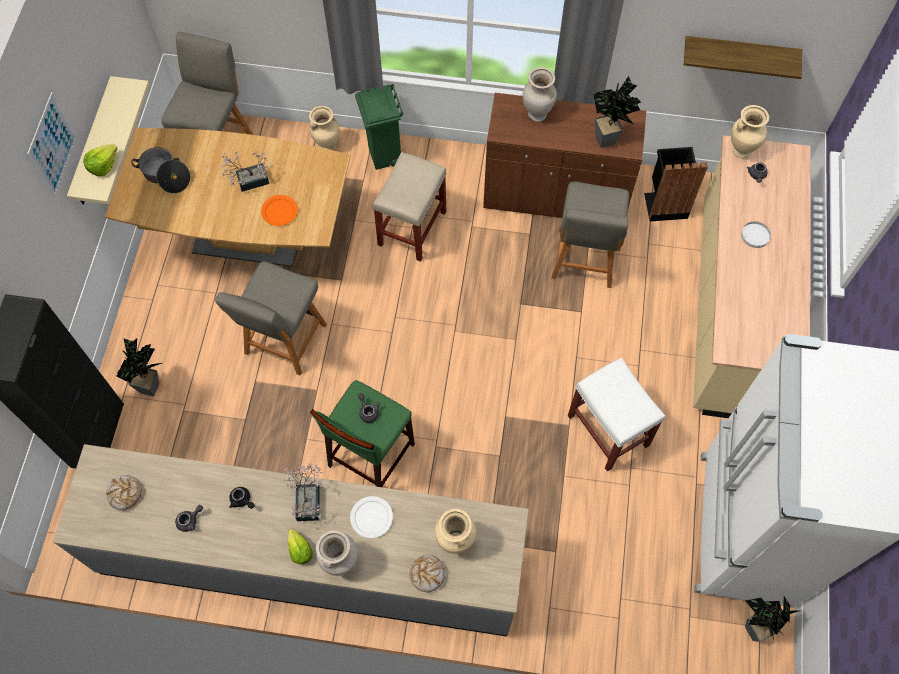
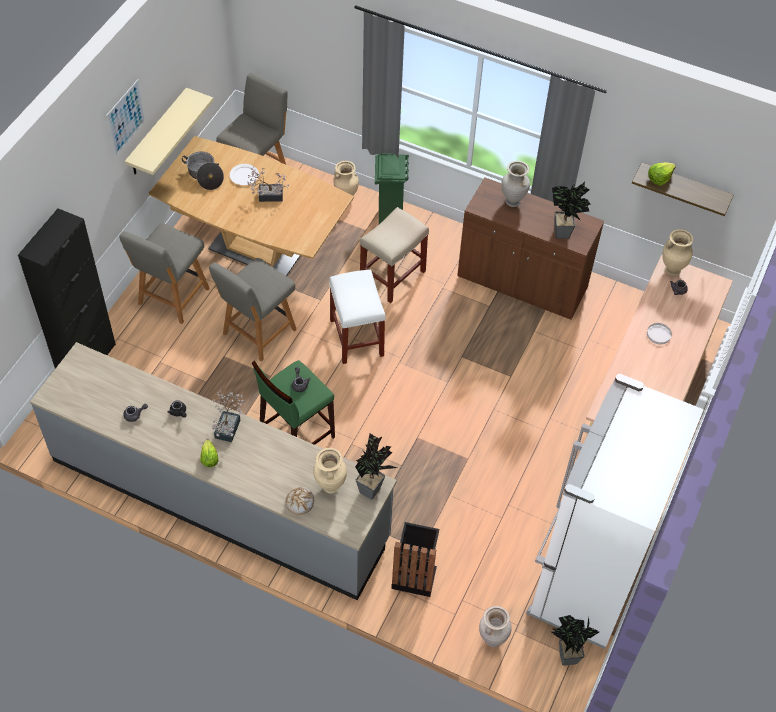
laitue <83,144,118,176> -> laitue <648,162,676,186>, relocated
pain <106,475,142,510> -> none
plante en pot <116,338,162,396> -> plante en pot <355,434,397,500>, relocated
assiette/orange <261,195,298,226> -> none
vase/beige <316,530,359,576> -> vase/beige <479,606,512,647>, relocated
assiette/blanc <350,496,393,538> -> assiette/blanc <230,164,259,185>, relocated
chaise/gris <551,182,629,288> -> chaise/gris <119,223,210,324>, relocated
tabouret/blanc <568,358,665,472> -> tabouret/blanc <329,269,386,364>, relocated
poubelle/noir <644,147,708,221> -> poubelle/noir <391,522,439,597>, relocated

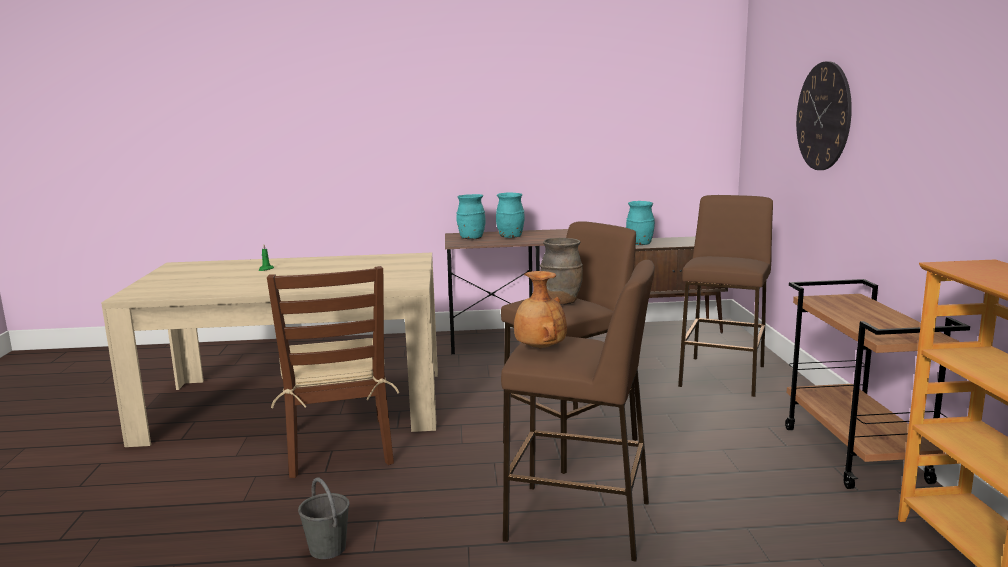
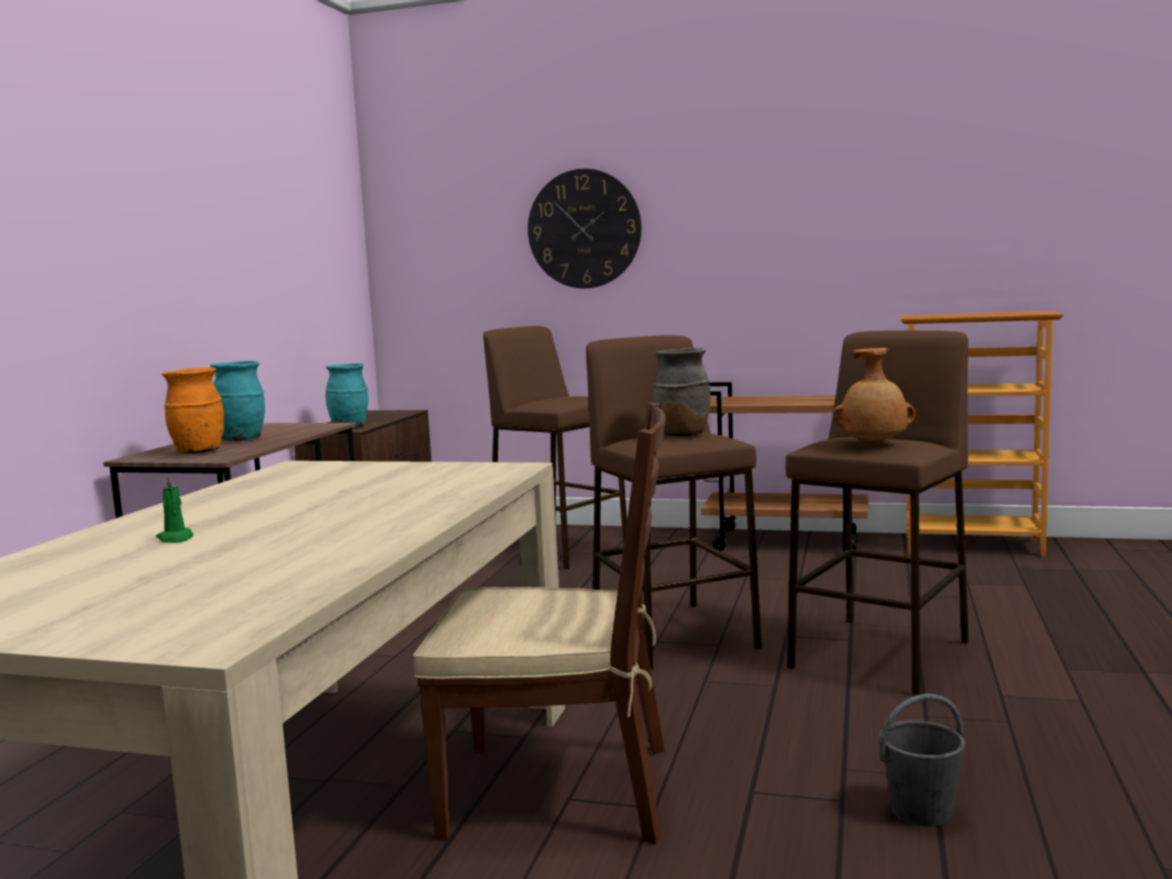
vase/turquoise <456,194,486,239> -> vase/orange <162,367,224,454>

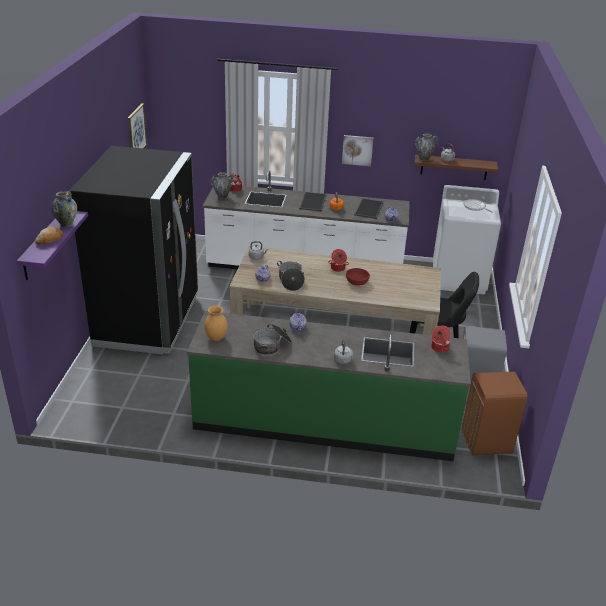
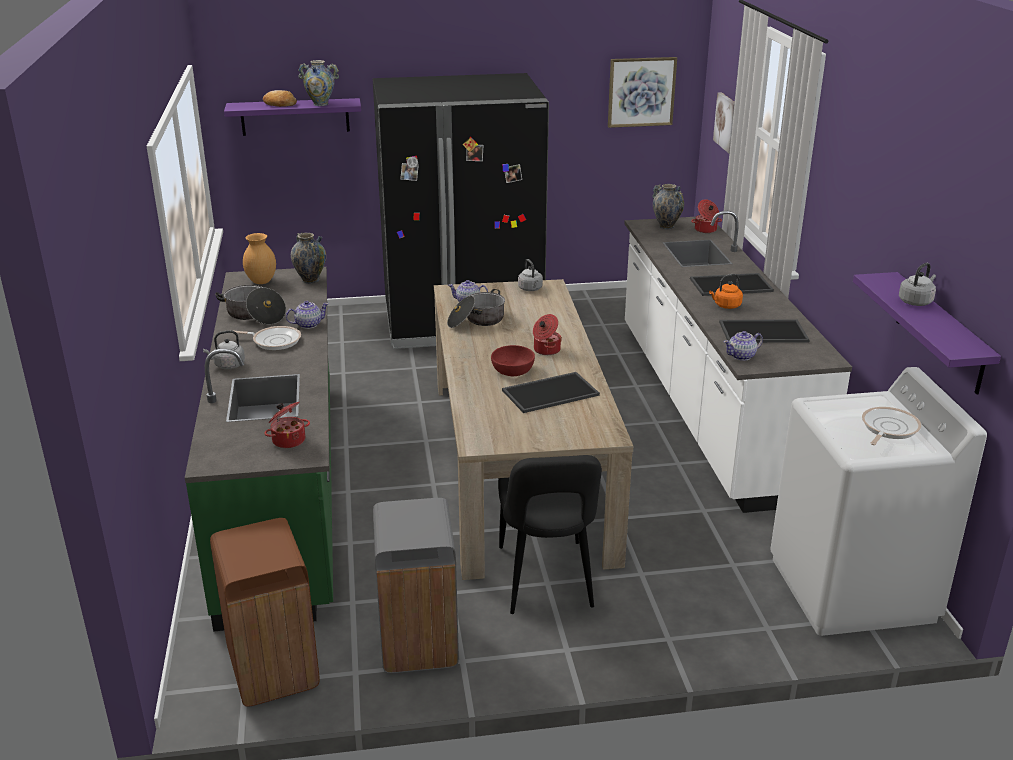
tableau <342,135,374,166> -> tableau <713,92,735,153>, relocated
vase <415,133,438,161> -> vase <291,232,326,284>, relocated
étagère/marron <415,155,498,180> -> étagère/violet <853,272,1001,394>
none -> poêle <232,326,301,350>
none -> plateau <502,372,600,413>

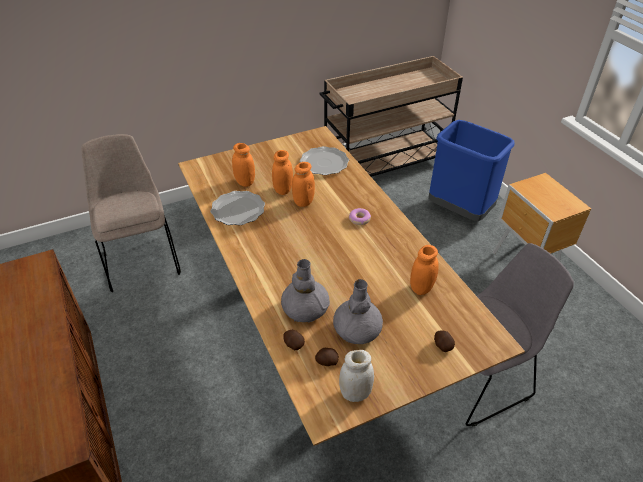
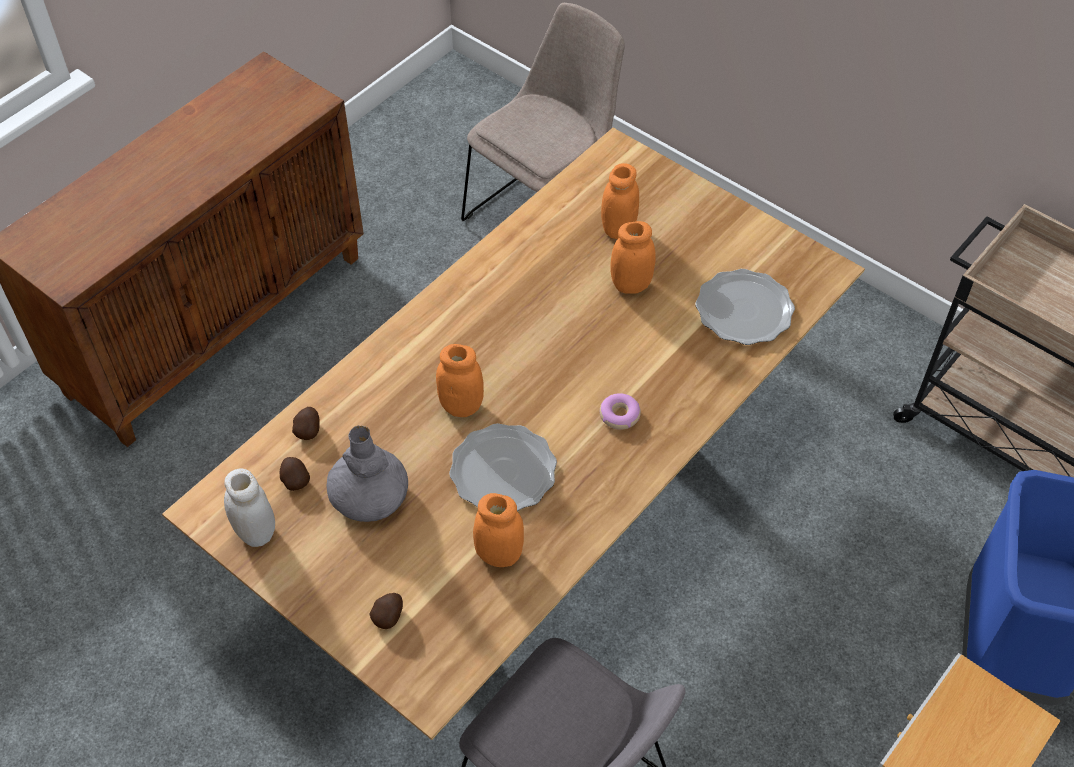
assiette <210,191,265,225> -> assiette <449,423,557,511>, relocated
vase/gris <281,259,330,323> -> none
bocal/orange <292,162,315,207> -> bocal/orange <436,344,484,417>, relocated

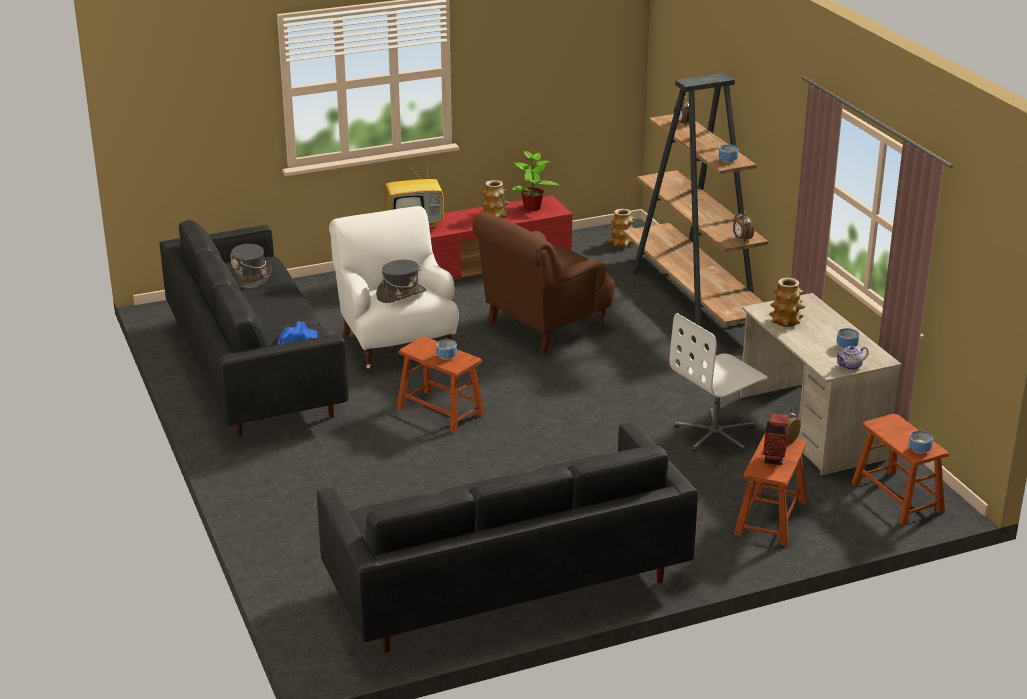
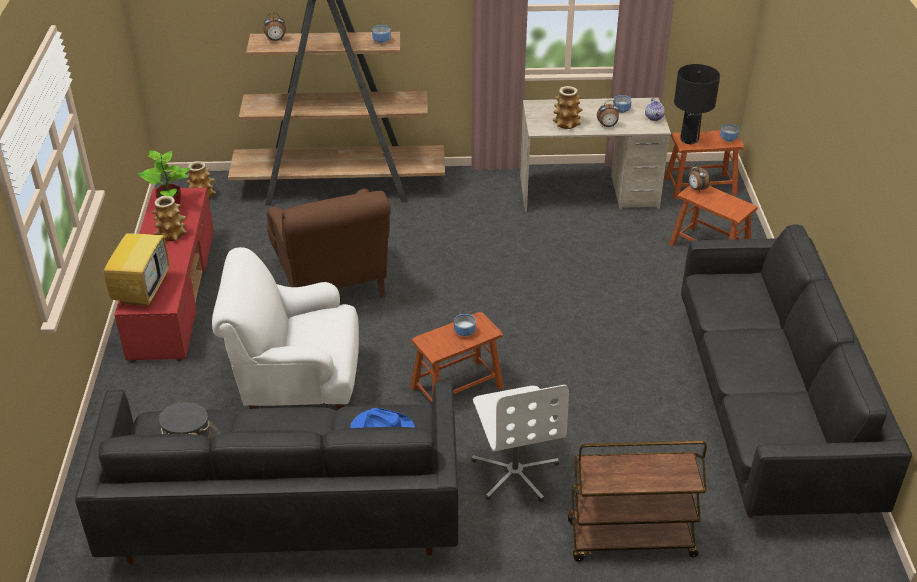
chapeau/gris <376,260,426,303> -> none
chaise de bureau/blanc <669,313,767,452> -> chaise de bureau/blanc <471,385,569,502>, relocated
réveil <733,210,754,242> -> réveil <597,100,620,127>, relocated
vase <763,413,789,465> -> none
none -> chariot/marron <568,441,707,561>
none -> lampe de table/noir <674,64,720,144>

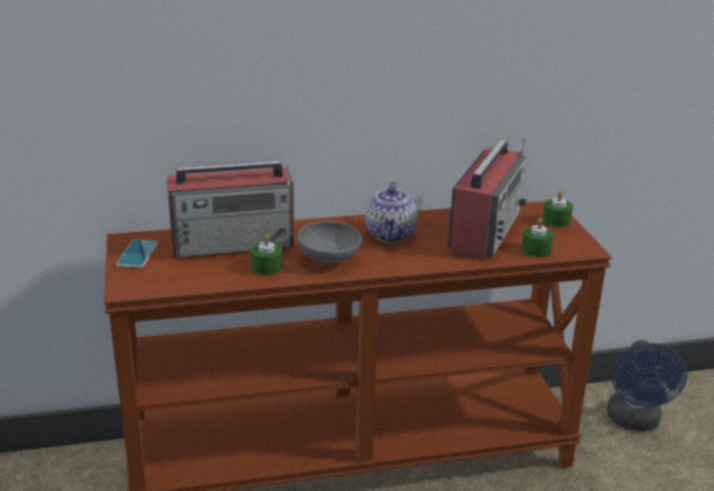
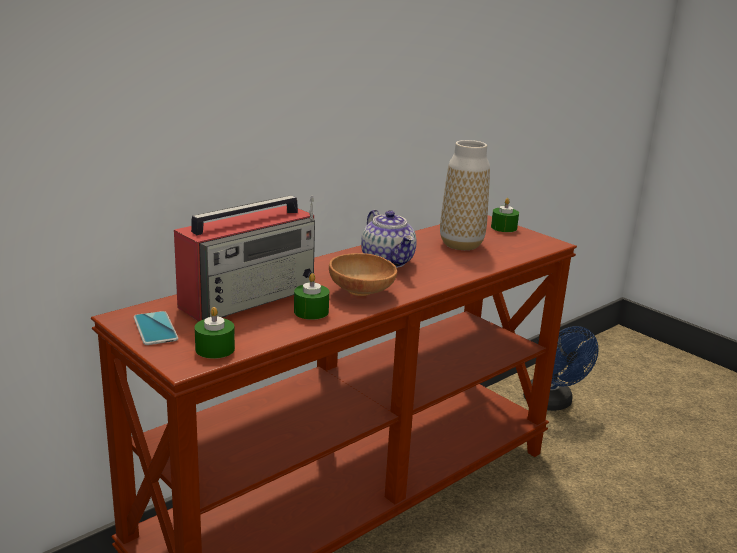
bol/gris <298,221,362,263> -> bol/marron <329,253,397,296>
radio <448,137,527,260> -> vase <440,140,490,250>
bougie/vert <522,218,554,257> -> bougie/vert <195,307,235,359>, relocated

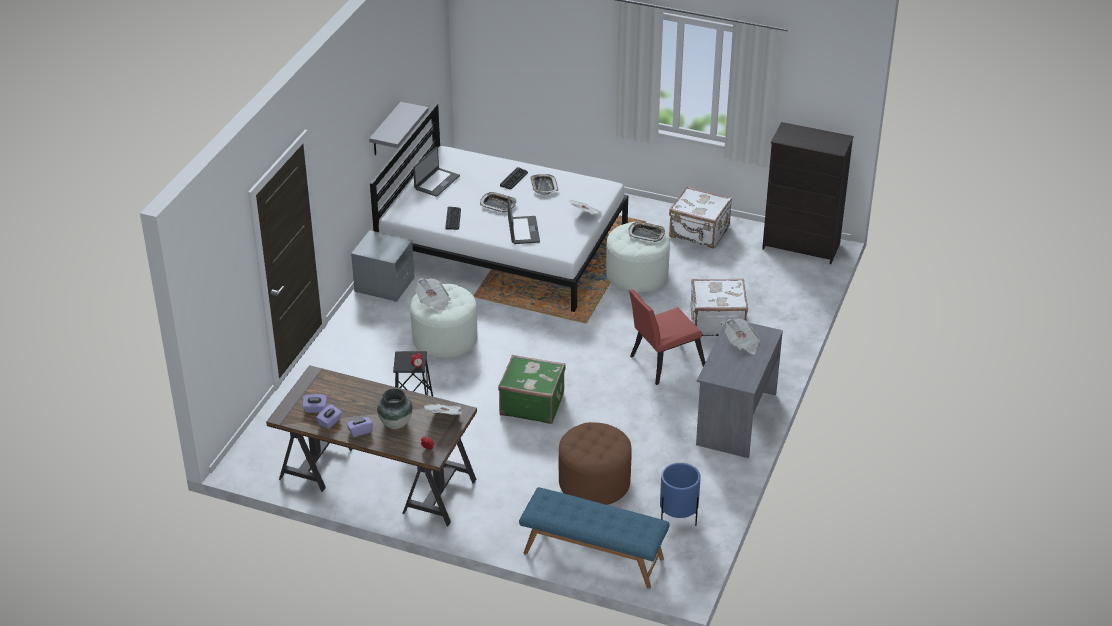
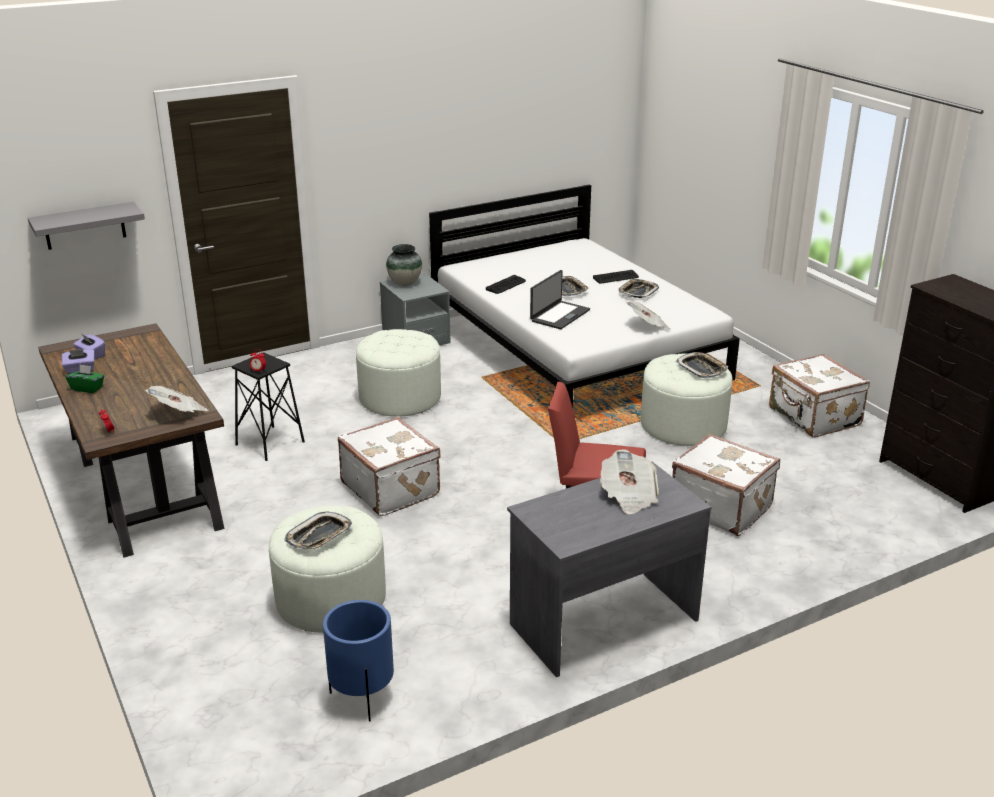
boîte à mouchoirs/violet <346,415,373,437> -> boîte à mouchoirs/vert <65,364,104,393>
étagère/gris <369,102,429,155> -> étagère/gris <28,202,145,250>, relocated
vase <377,389,413,429> -> vase <386,244,422,286>, relocated
ordinateur portable <413,147,460,197> -> none
journal <415,278,451,312> -> none
valise/vert <498,355,566,424> -> valise/blanc <338,417,441,516>
banc/bleu <519,487,670,589> -> none
pouf/marron <559,422,632,505> -> pouf/blanc <269,505,386,633>
none -> plateau <285,511,352,549>

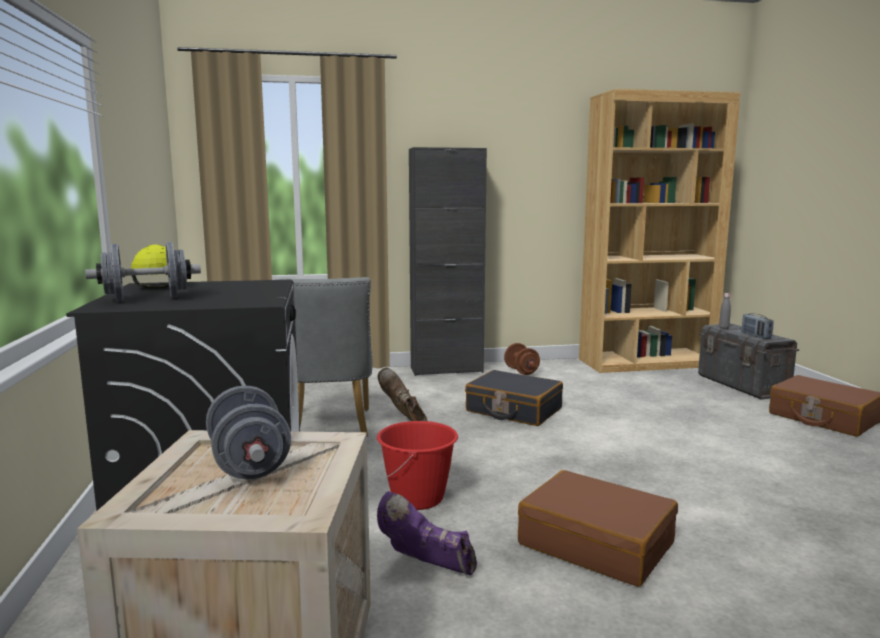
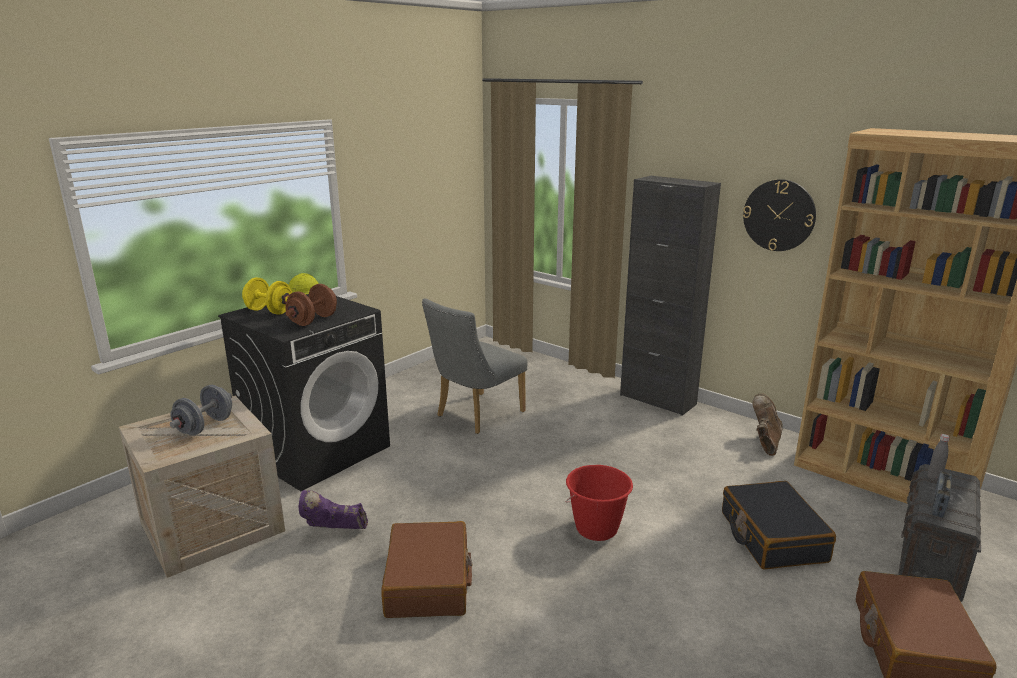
haltère/gris <85,242,201,301> -> haltère/jaune <242,278,292,315>
seau/rouge <377,421,458,510> -> seau/rouge <566,465,633,541>, relocated
botte/violet <377,491,477,576> -> botte/violet <299,490,368,529>, 75 degrees counterclockwise
botte/marron <378,368,427,421> -> botte/marron <752,393,783,456>, relocated
valise/noir <465,370,563,426> -> valise/noir <722,481,836,569>, relocated
haltère/marron <504,343,540,375> -> haltère/marron <285,284,337,326>, relocated
none -> horloge murale <743,179,816,251>

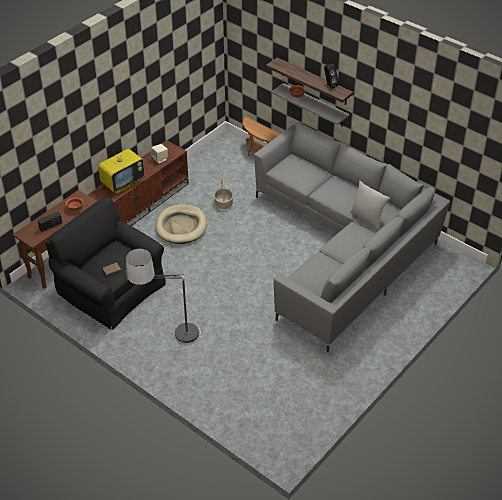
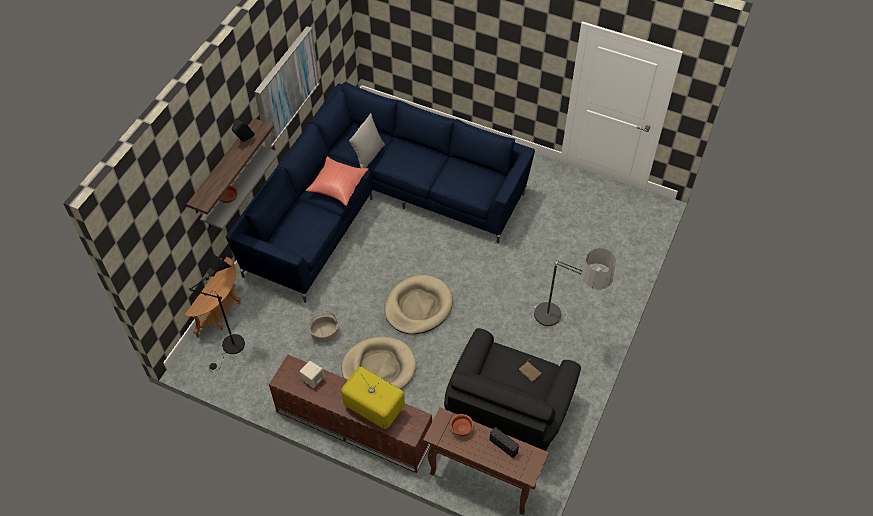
canapé/gris <254,122,450,352> -> canapé/bleu <226,82,535,303>
none -> lampadaire/noir <189,253,245,373>
none -> tableau <254,26,320,148>
none -> coussin/rouge <306,156,368,206>
none -> panier pour chien/beige <385,275,453,334>

